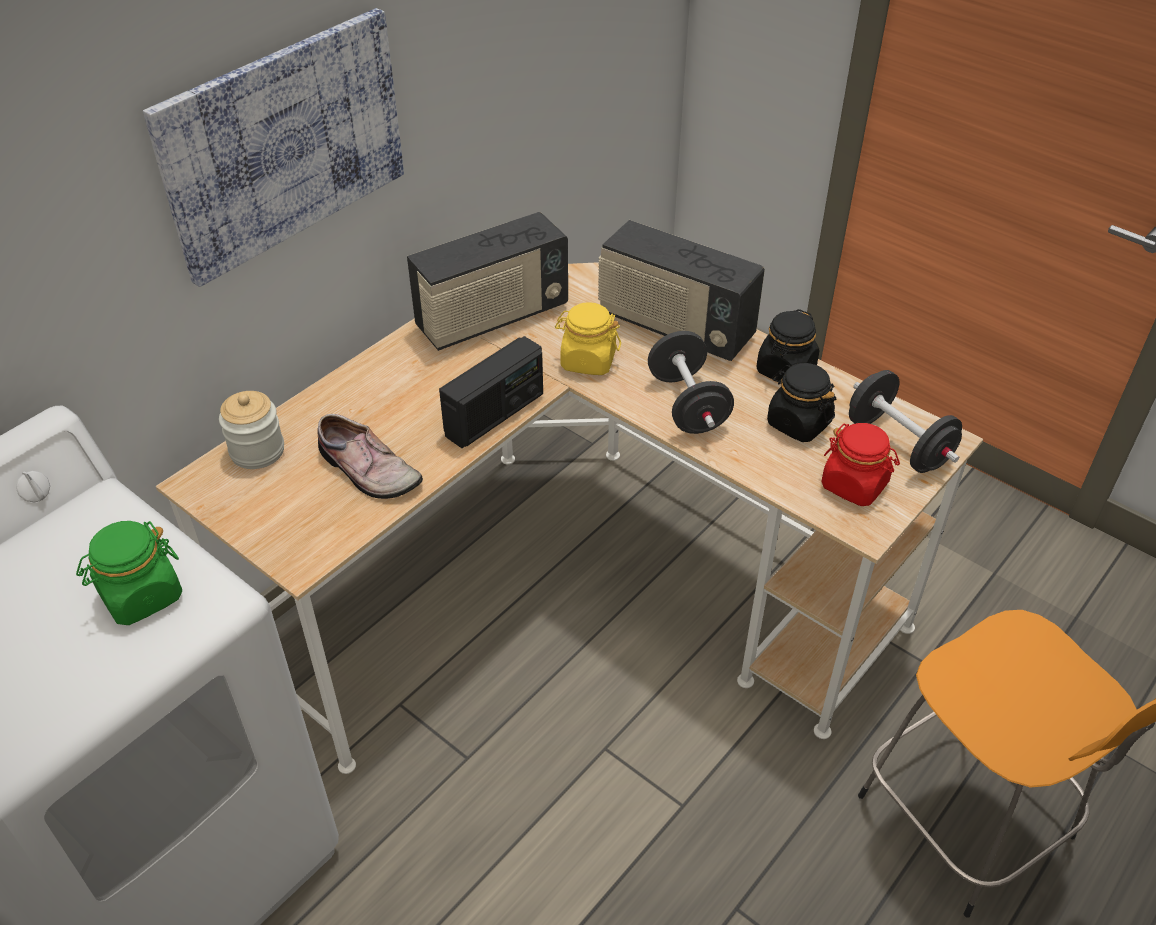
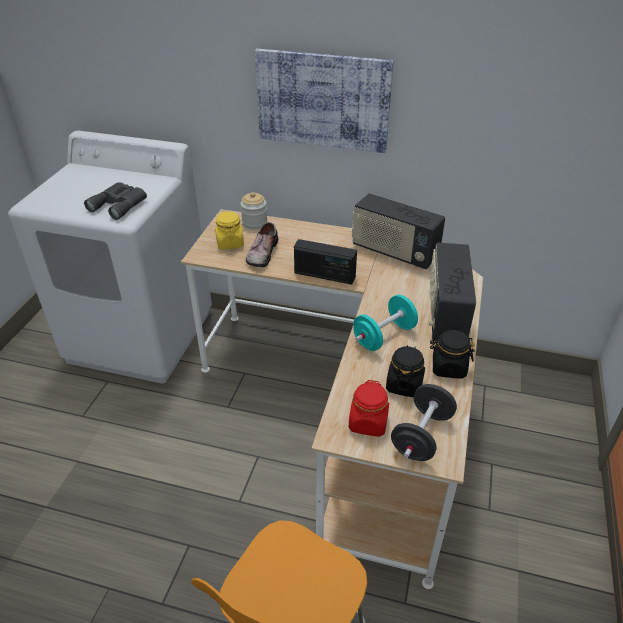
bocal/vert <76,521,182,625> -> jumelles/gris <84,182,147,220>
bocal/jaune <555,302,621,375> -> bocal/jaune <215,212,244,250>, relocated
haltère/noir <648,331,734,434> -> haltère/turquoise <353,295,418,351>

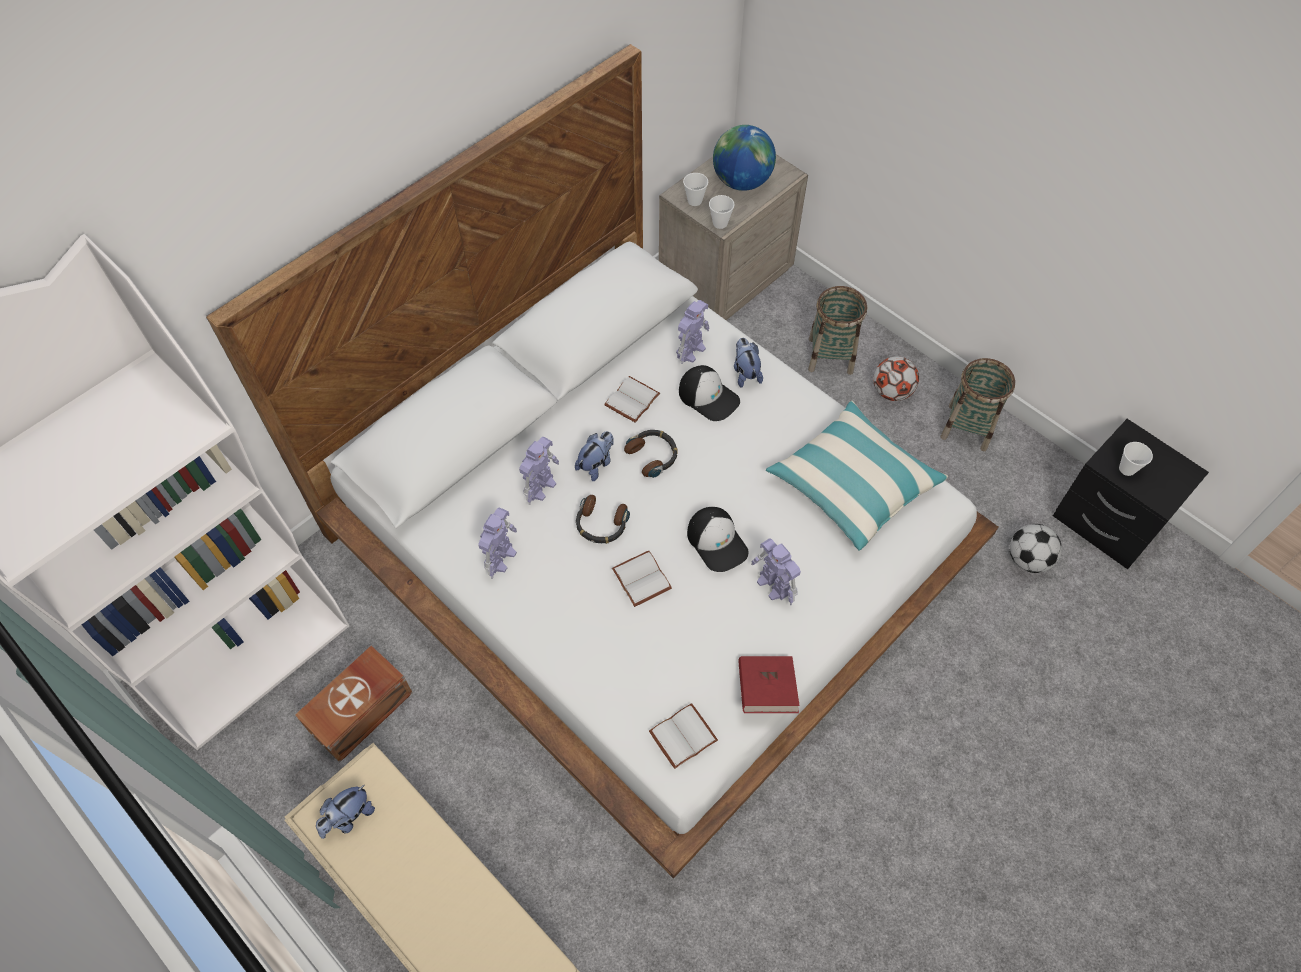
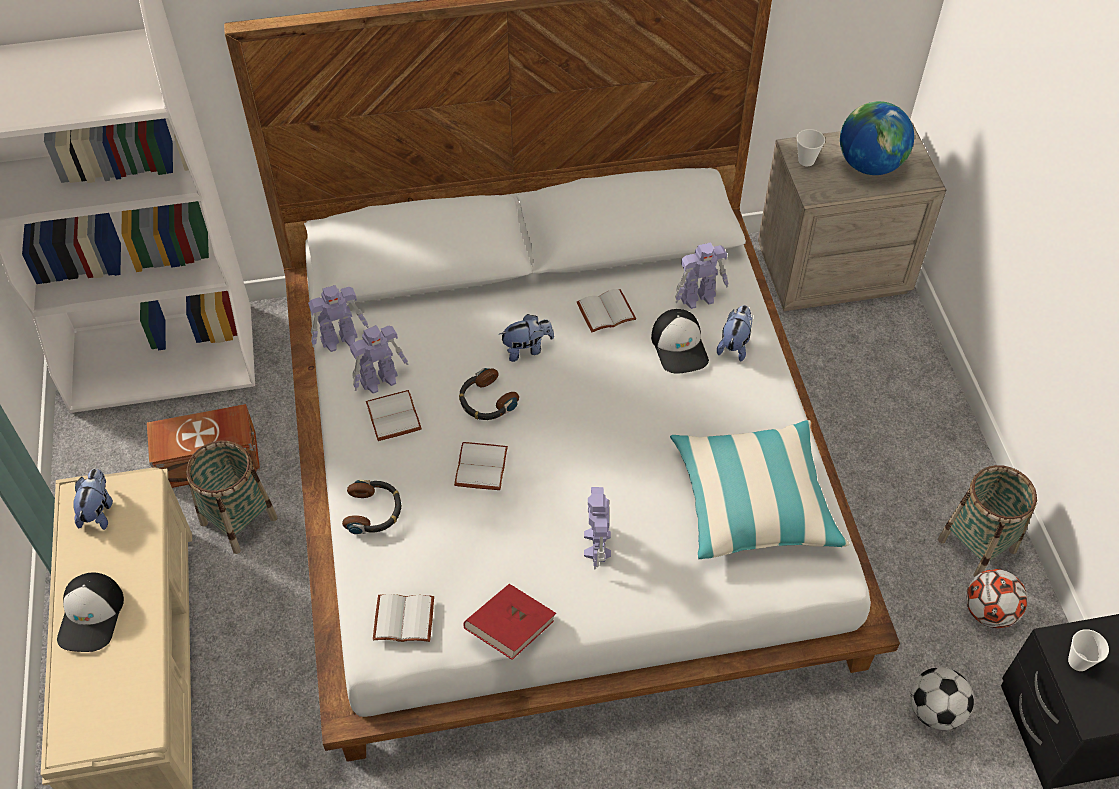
peluche <316,785,375,839> -> peluche <73,469,113,530>, 105 degrees clockwise
robot jouet <519,437,559,505> -> robot jouet <308,285,369,352>, relocated
casque audio <624,430,678,478> -> casque audio <342,480,402,534>, relocated
casquette <687,507,749,572> -> casquette <57,573,124,652>, relocated
tasse <709,195,734,229> -> none
panier <808,286,867,375> -> panier <186,441,278,554>, relocated
ballon de foot <873,356,919,401> -> ballon de foot <966,569,1028,628>, relocated
none -> livre/blanc <366,390,422,441>

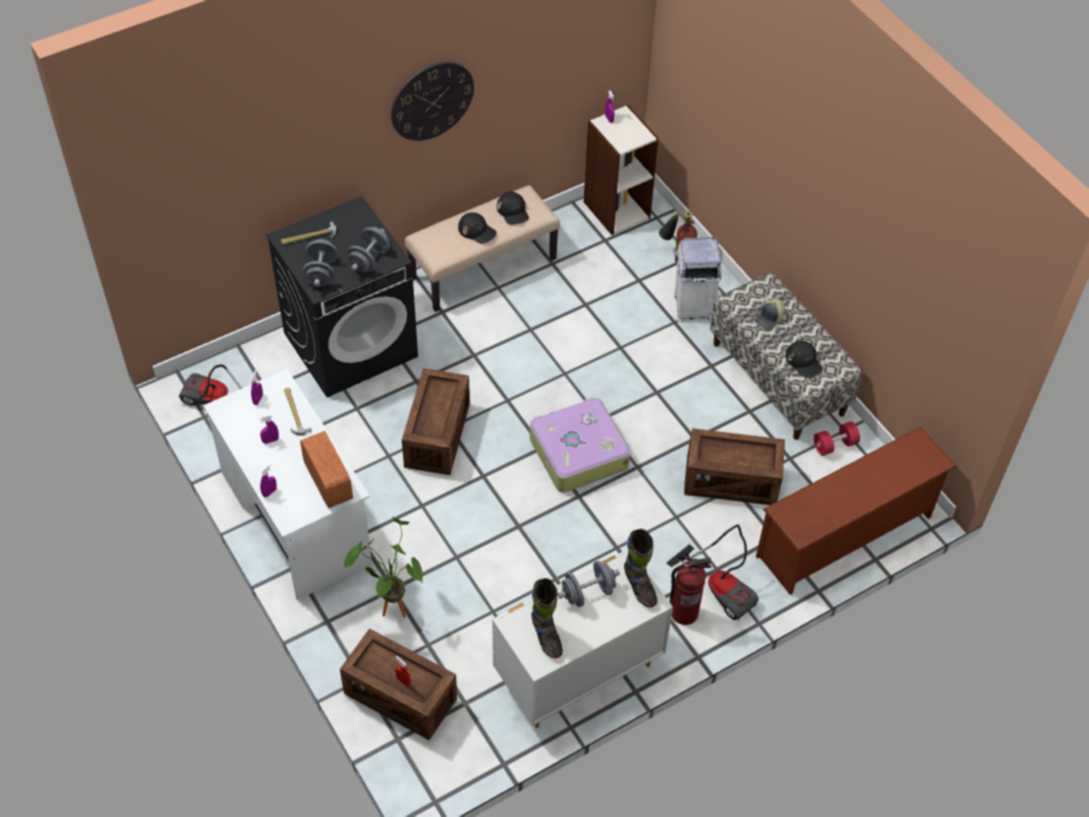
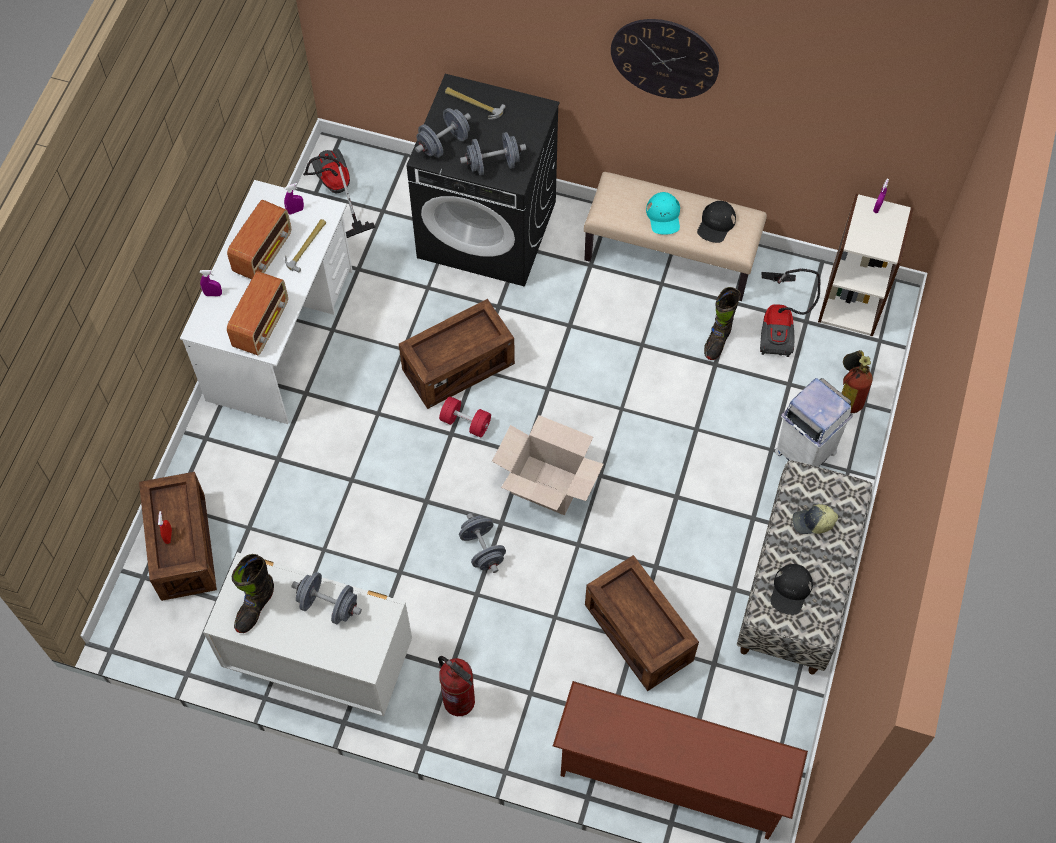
vaporisateur/violet <259,415,279,444> -> radio <227,200,291,279>
plante en pot <344,517,423,618> -> none
casquette/noir <458,212,497,244> -> casquette/turquoise <646,192,680,235>
valise <530,397,631,493> -> carton <492,415,604,515>
botte/noir <624,529,657,608> -> botte/noir <704,287,741,360>, relocated
aspirateur <667,524,759,621> -> aspirateur <760,269,821,357>, relocated
haltère/rouge <814,422,860,456> -> haltère/rouge <439,396,491,437>, relocated
none -> haltère/gris <459,513,506,573>

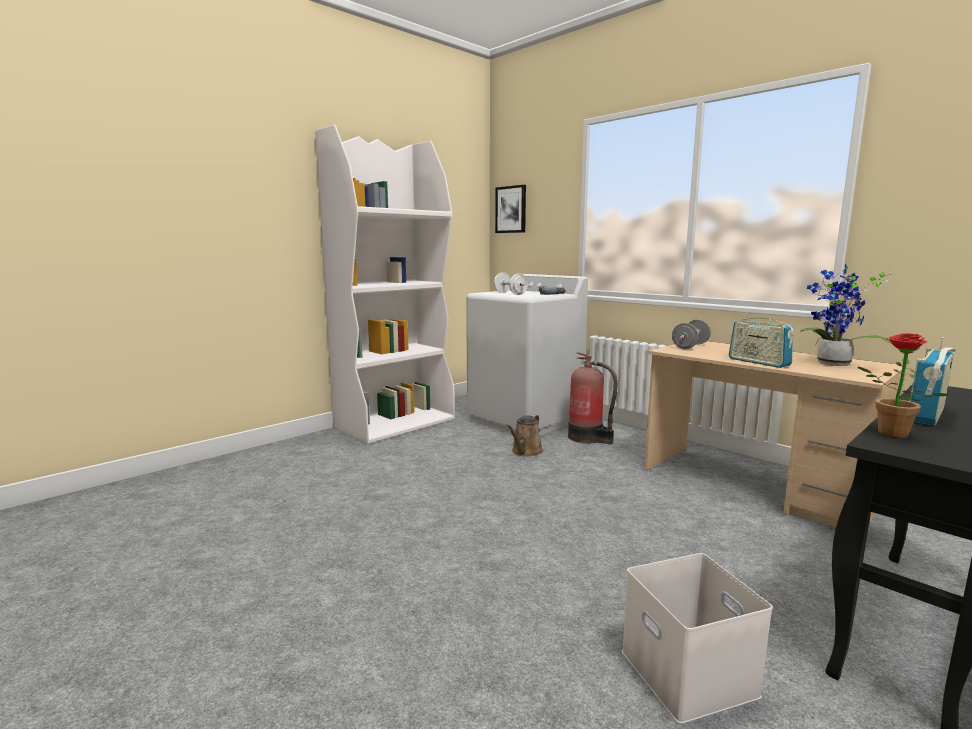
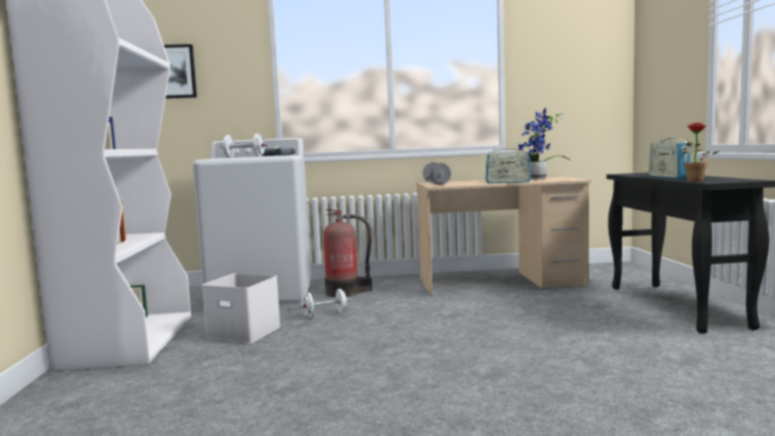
arrosoir/marron <506,415,543,457> -> haltère/blanc <300,289,350,318>
boîte de rangement/blanc <622,553,773,724> -> boîte de rangement/blanc <202,273,281,343>, relocated

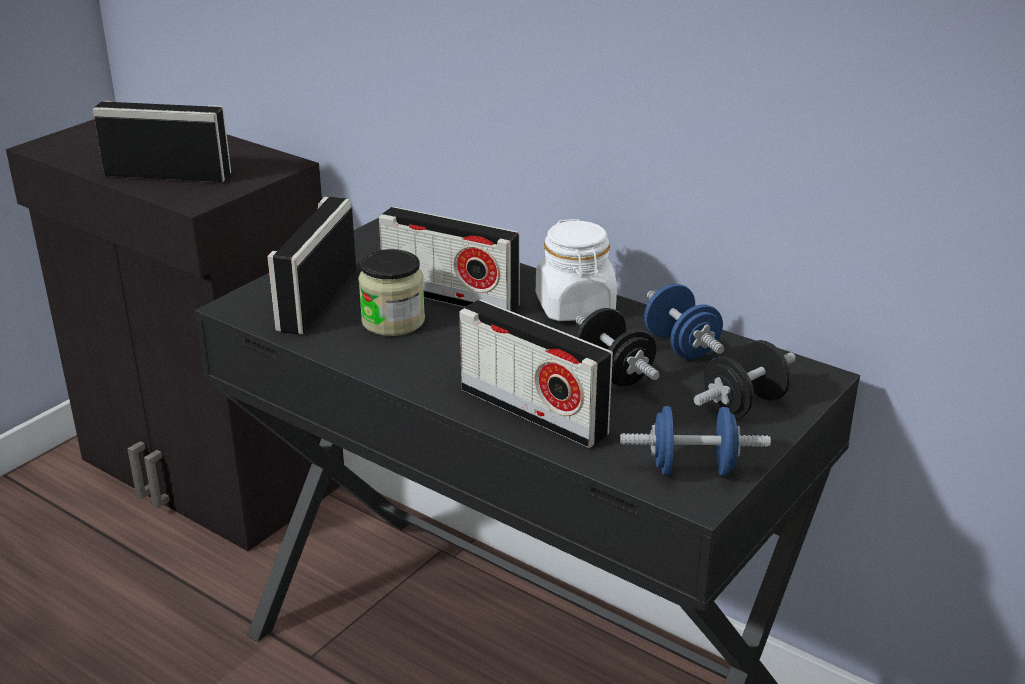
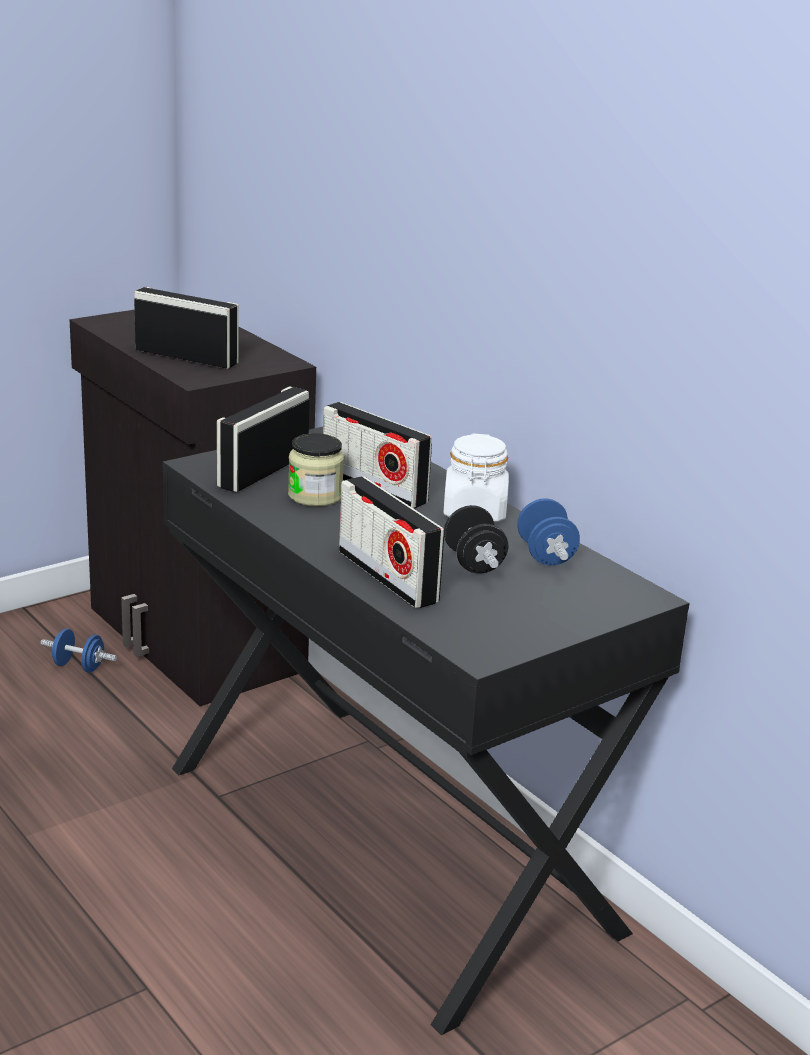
haltère/bleu <620,406,771,476> -> haltère/bleu <41,629,117,672>, relocated
haltère/noir <694,340,796,418> -> none

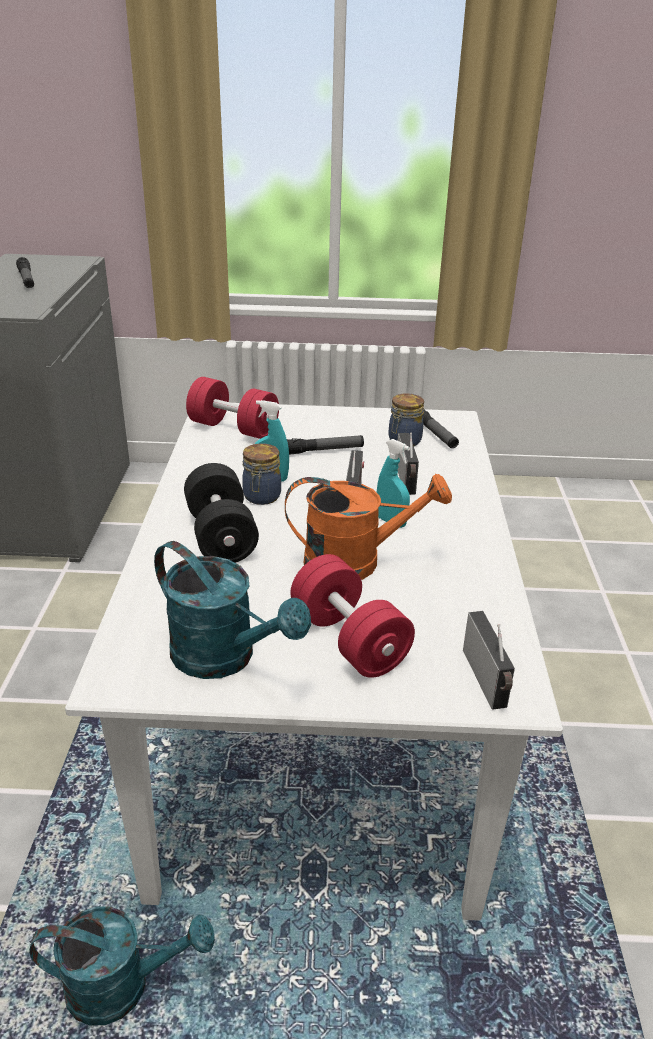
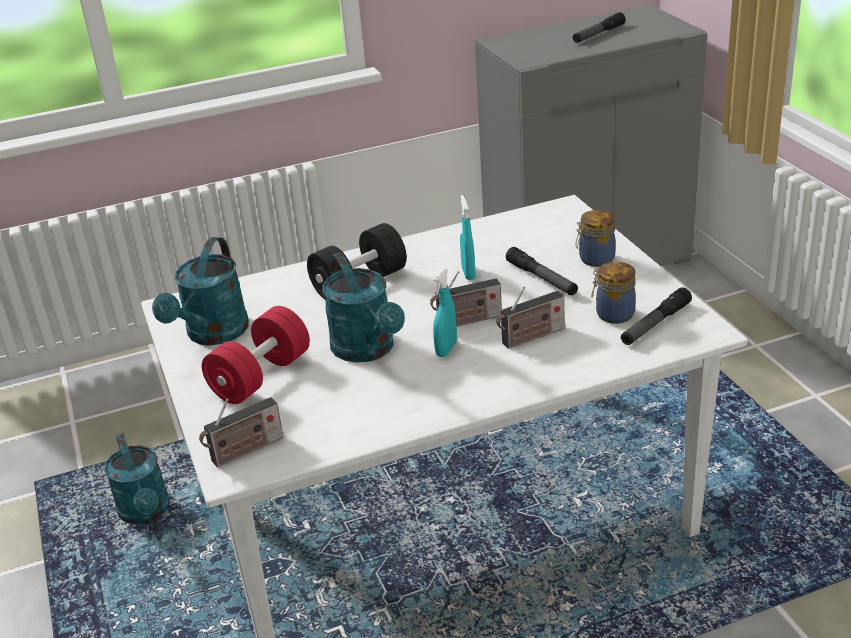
haltère/rouge <186,377,279,439> -> none
bocal <242,443,281,505> -> bocal <576,210,616,267>, relocated
arrosoir/orange <285,474,452,580> -> arrosoir/turquoise <323,252,405,363>

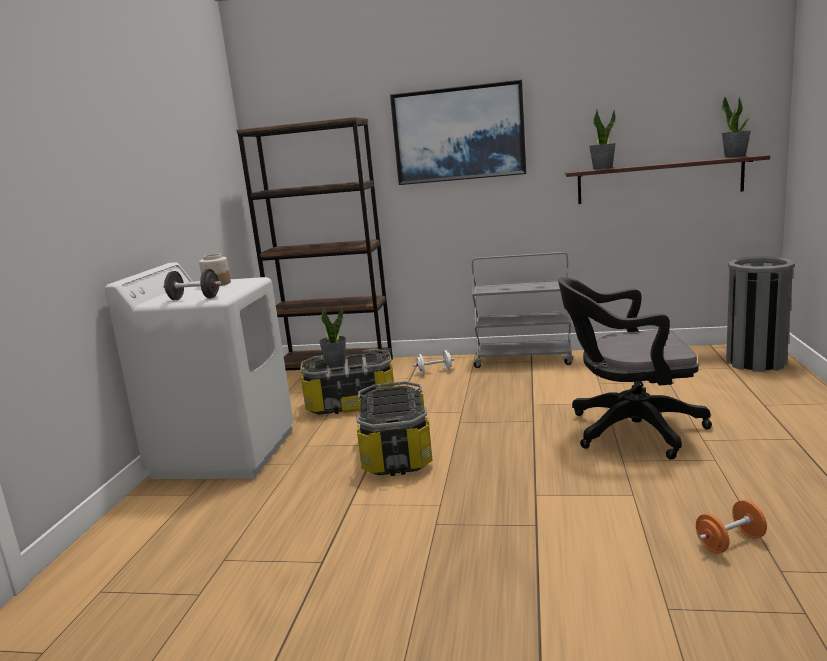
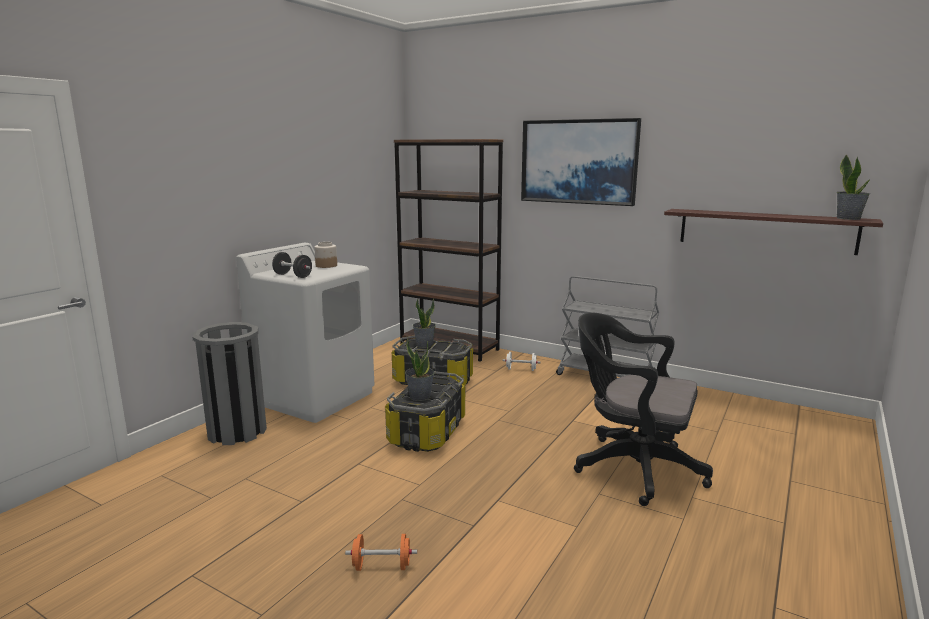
plante en pot <589,109,616,170> -> plante en pot <405,338,434,401>, relocated
haltère/orange <696,500,767,553> -> haltère/orange <345,534,417,571>, relocated
poubelle/gris <726,256,795,372> -> poubelle/gris <192,322,267,445>, relocated

